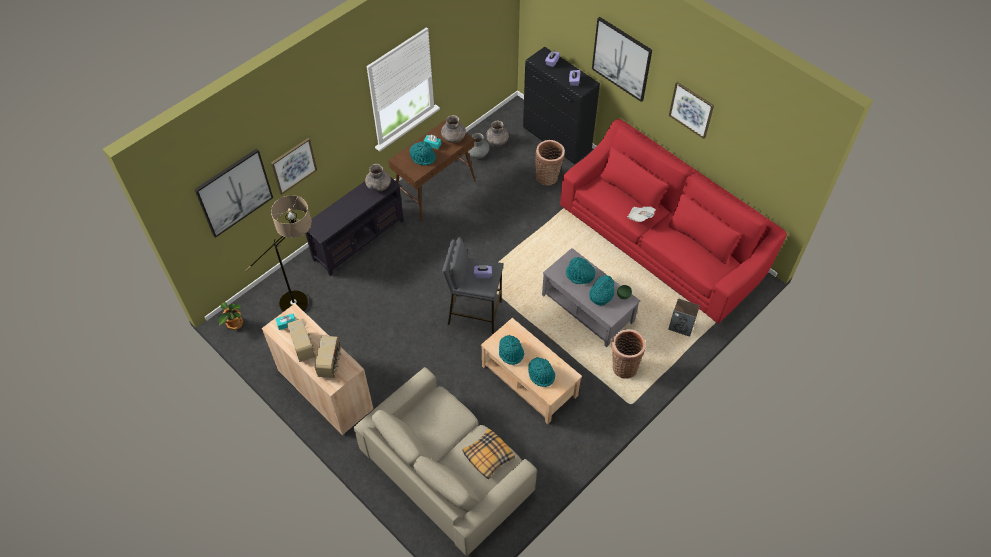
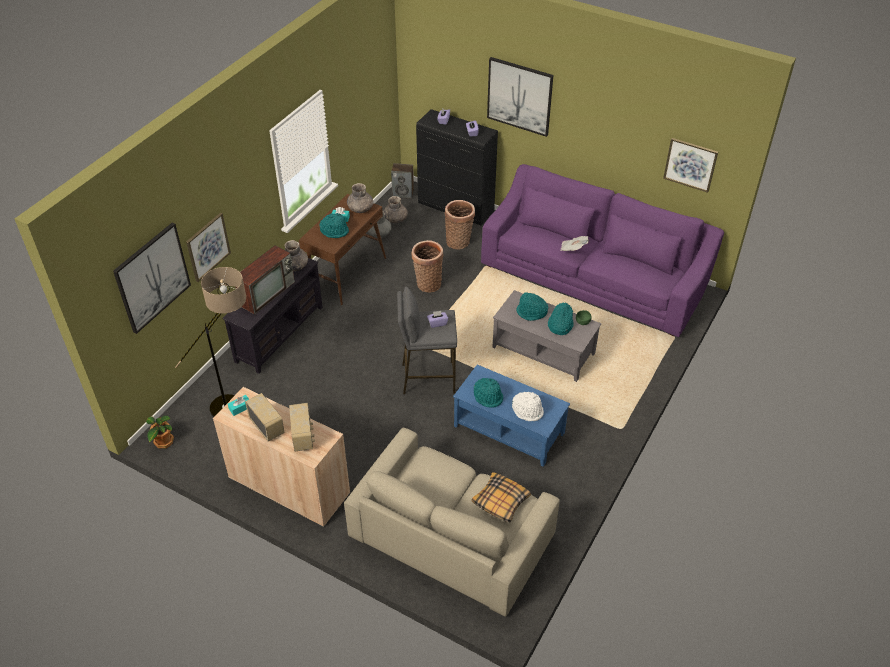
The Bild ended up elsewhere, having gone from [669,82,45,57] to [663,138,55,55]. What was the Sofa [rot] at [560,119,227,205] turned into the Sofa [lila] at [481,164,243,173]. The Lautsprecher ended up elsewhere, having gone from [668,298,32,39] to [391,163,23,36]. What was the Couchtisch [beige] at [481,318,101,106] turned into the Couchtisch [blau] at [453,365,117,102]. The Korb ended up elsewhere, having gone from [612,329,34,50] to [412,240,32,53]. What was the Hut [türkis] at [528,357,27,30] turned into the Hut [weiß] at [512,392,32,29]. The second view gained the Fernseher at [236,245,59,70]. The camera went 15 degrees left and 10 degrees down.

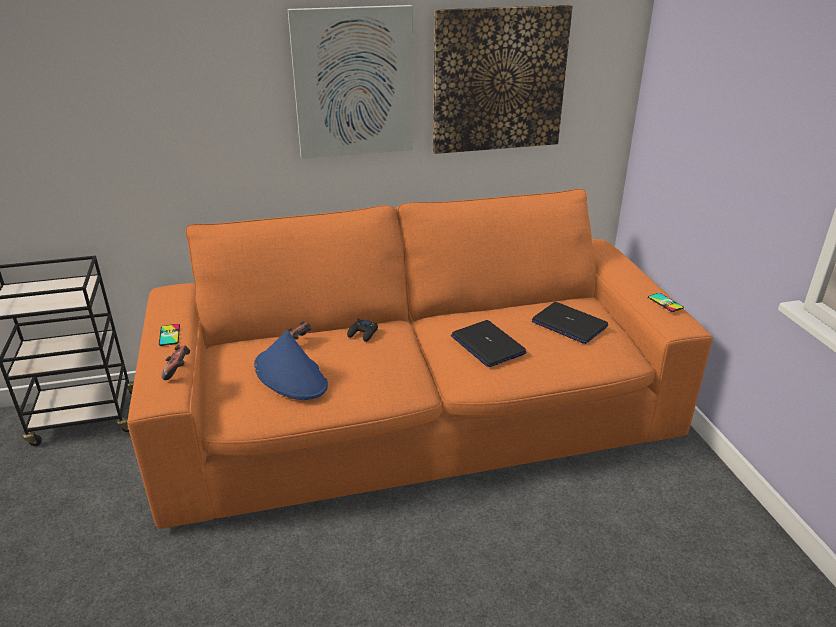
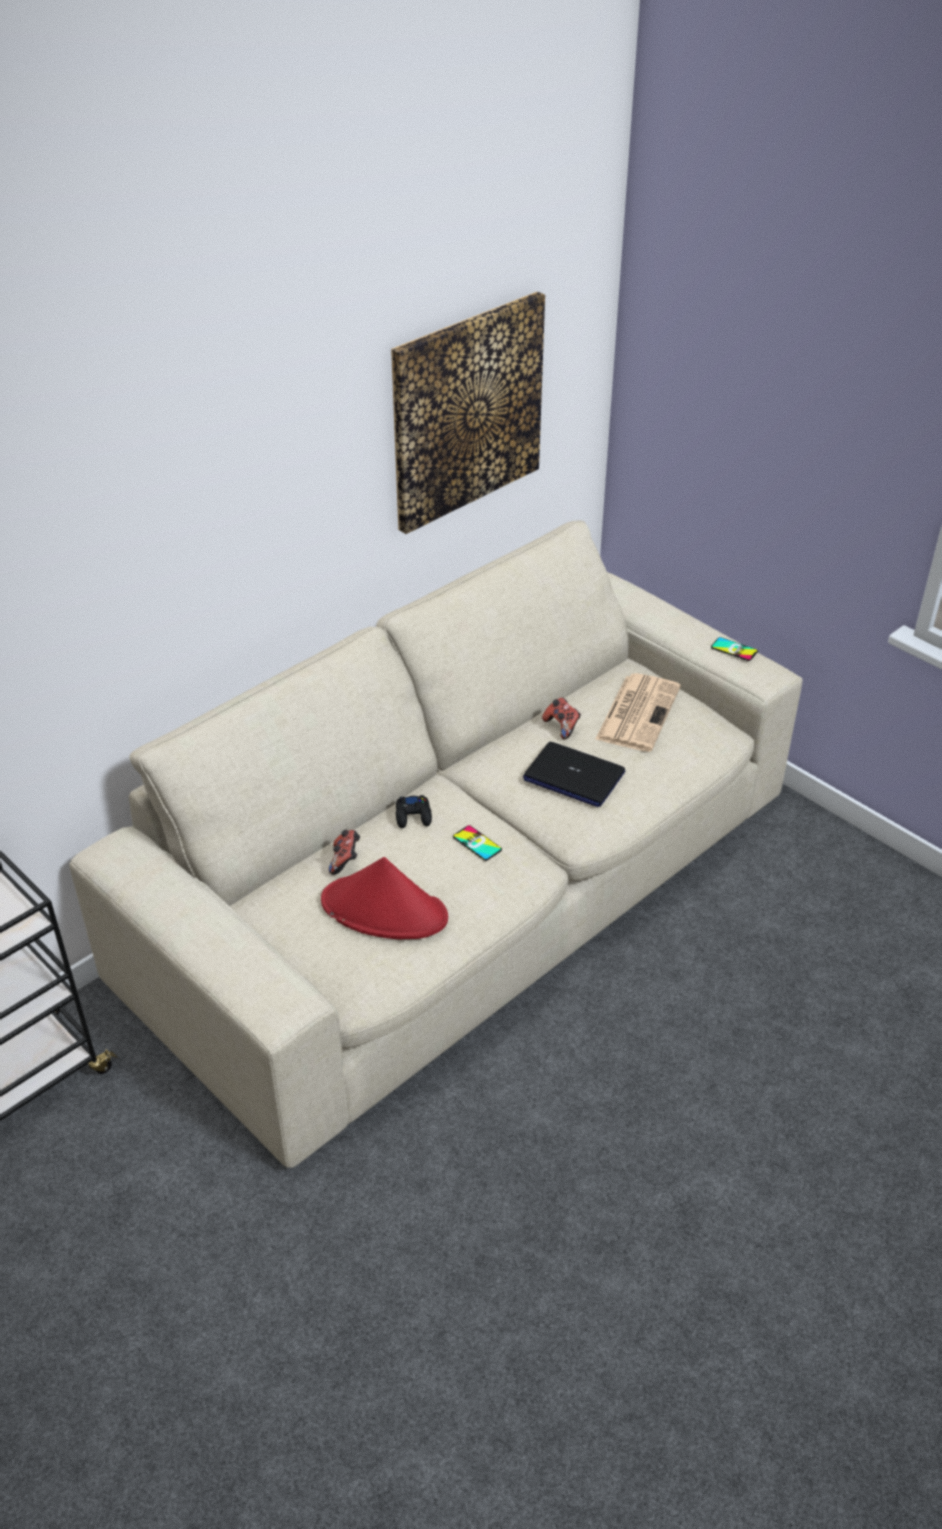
The second view lost the Bild at [288,5,125,154]. What was the Sofa [orange] at [127,189,586,340] turned into the Sofa [beige] at [69,520,734,648]. Where the Laptop stood at [532,302,76,42], the Zeitung came to stand at [595,673,86,79]. The Handy ended up elsewhere, having gone from [159,324,21,22] to [453,825,49,36]. What was the Hut [blau] at [254,330,74,70] turned into the Hut [rot] at [321,857,127,82]. The Gamepad ended up elsewhere, having gone from [162,345,28,35] to [542,698,39,42]. The camera went 30 degrees left and 10 degrees up.

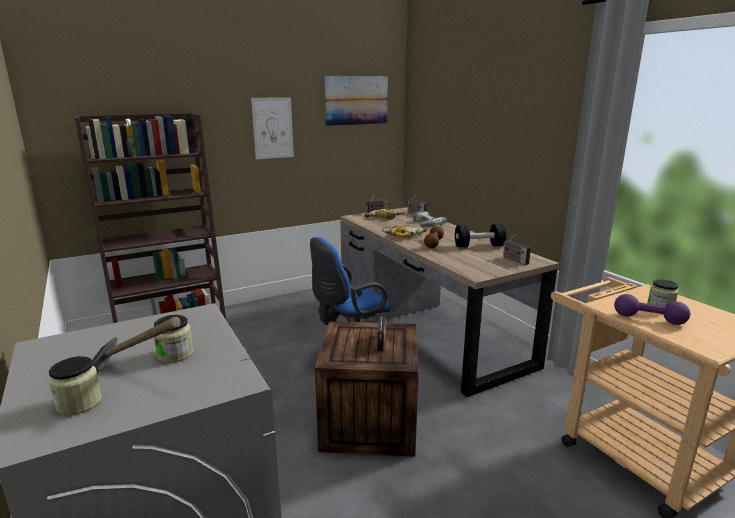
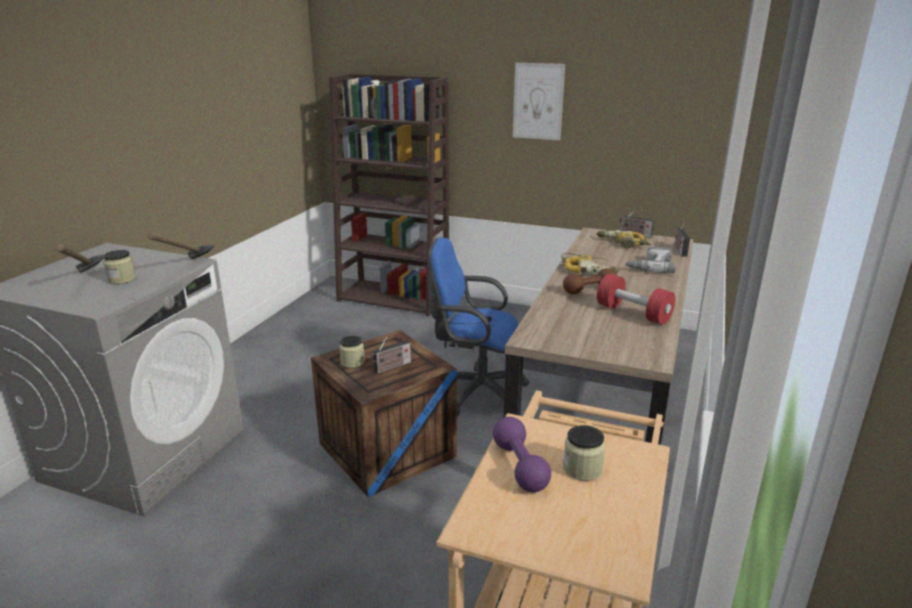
The second view lost the Bild at [324,76,64,50]. What was the Hantel [schwarz] at [455,224,51,23] turned into the Hantel [rot] at [597,274,78,51]. The second view lost the Radio at [503,234,28,31]. The Vorratsglas ended up elsewhere, having gone from [49,356,53,59] to [339,335,26,33]. The second view gained the Hammer at [147,232,67,27]. The camera went 50 degrees right and 5 degrees up.

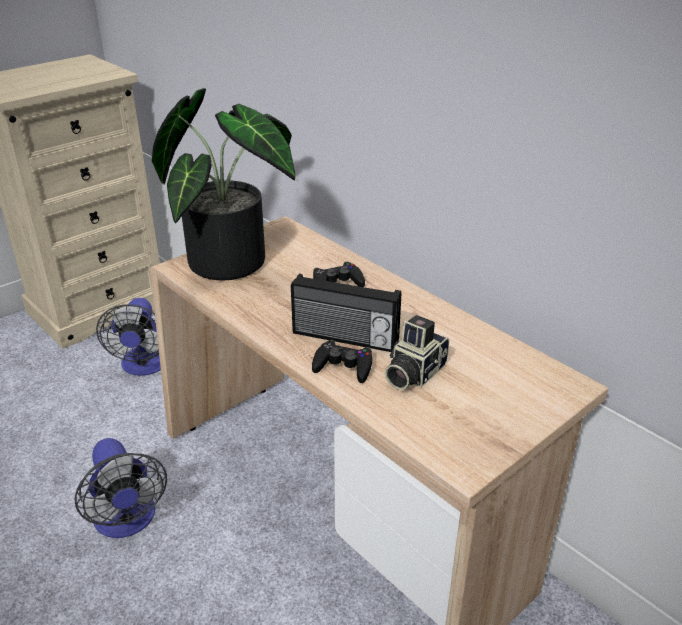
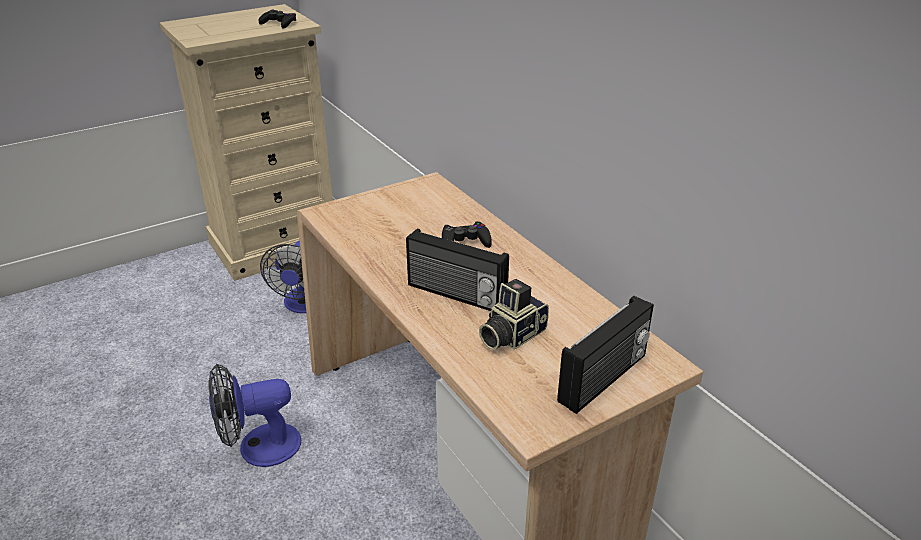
The second view lost the Topfpflanze at [152,88,144,192]. The Gamepad [schwarz] ended up elsewhere, having gone from [312,340,60,43] to [259,10,37,19]. The Ventilator at [74,438,93,100] ended up facing another way, 90 degrees clockwise from before. The second view gained the Radio at [557,296,97,118]. The camera went 10 degrees right and 0 degrees up.

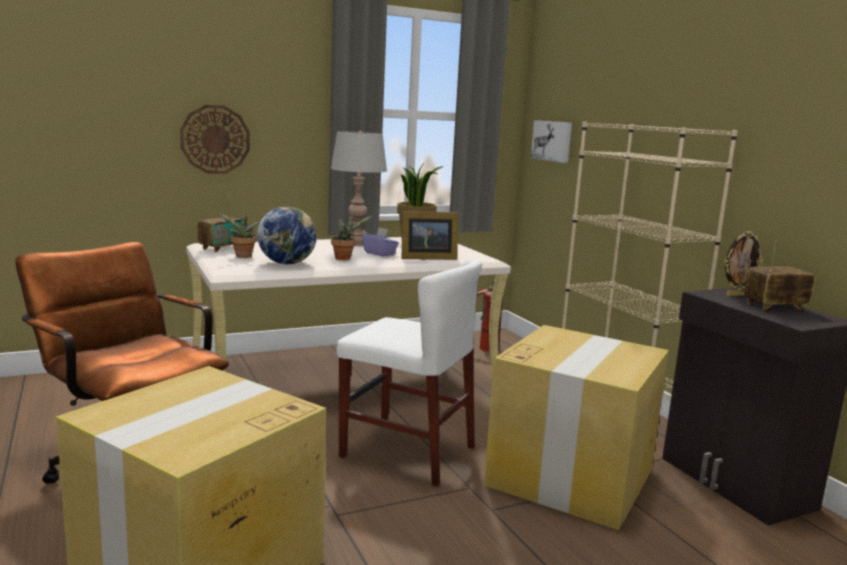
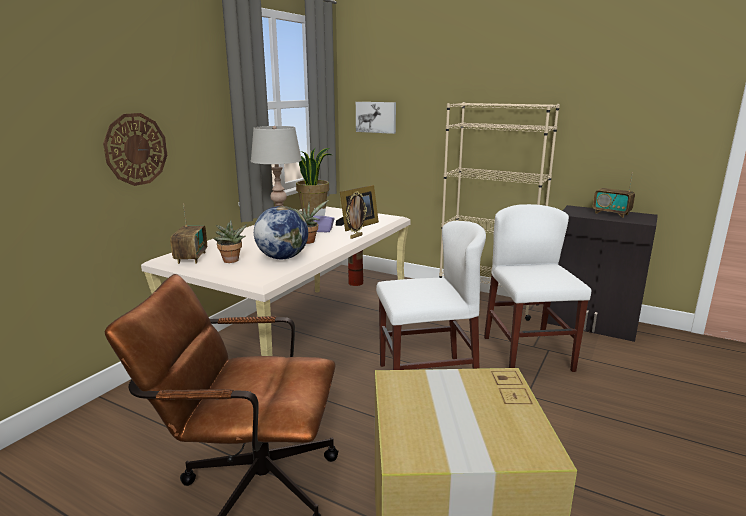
The Bilderrahmen ended up elsewhere, having gone from [725,231,38,65] to [346,191,21,48]. The Radio at [744,240,70,70] ended up facing another way, 90 degrees counterclockwise from before. Where the Karton stood at [484,325,185,205], the Stuhl [weiß] came to stand at [484,204,107,168]. The camera went 35 degrees left and 5 degrees up.

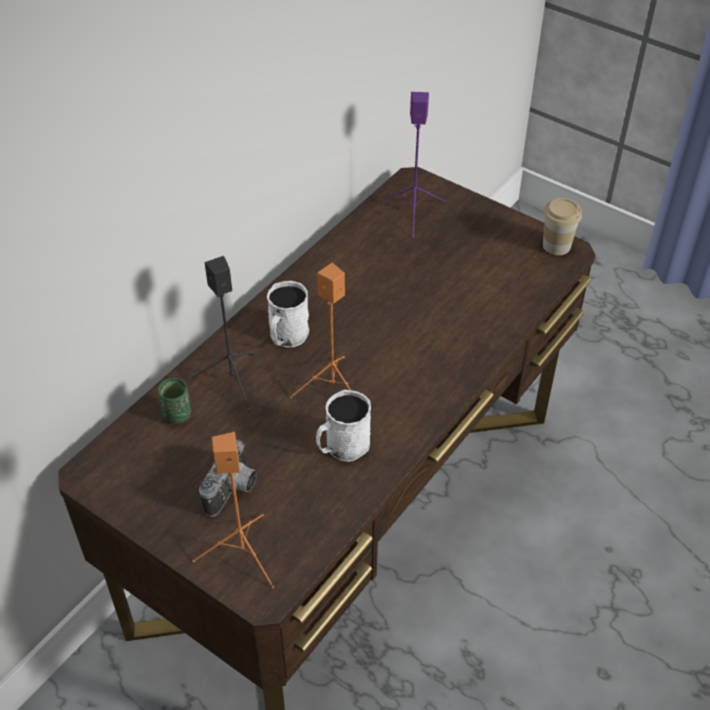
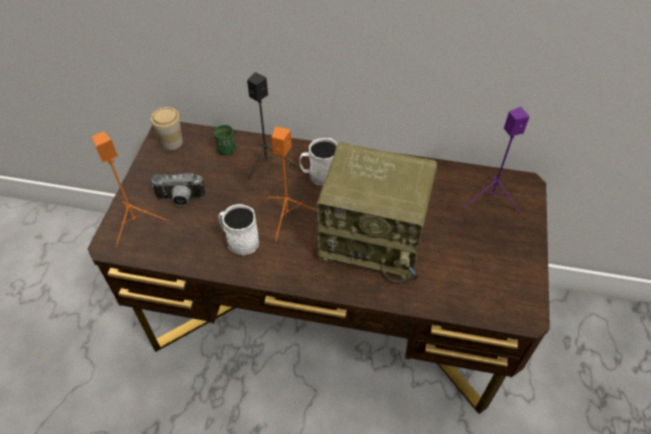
The Tasse ended up elsewhere, having gone from [543,198,39,57] to [151,107,32,43]. The second view gained the Radio at [316,142,121,141]. The camera went 65 degrees right and 5 degrees up.

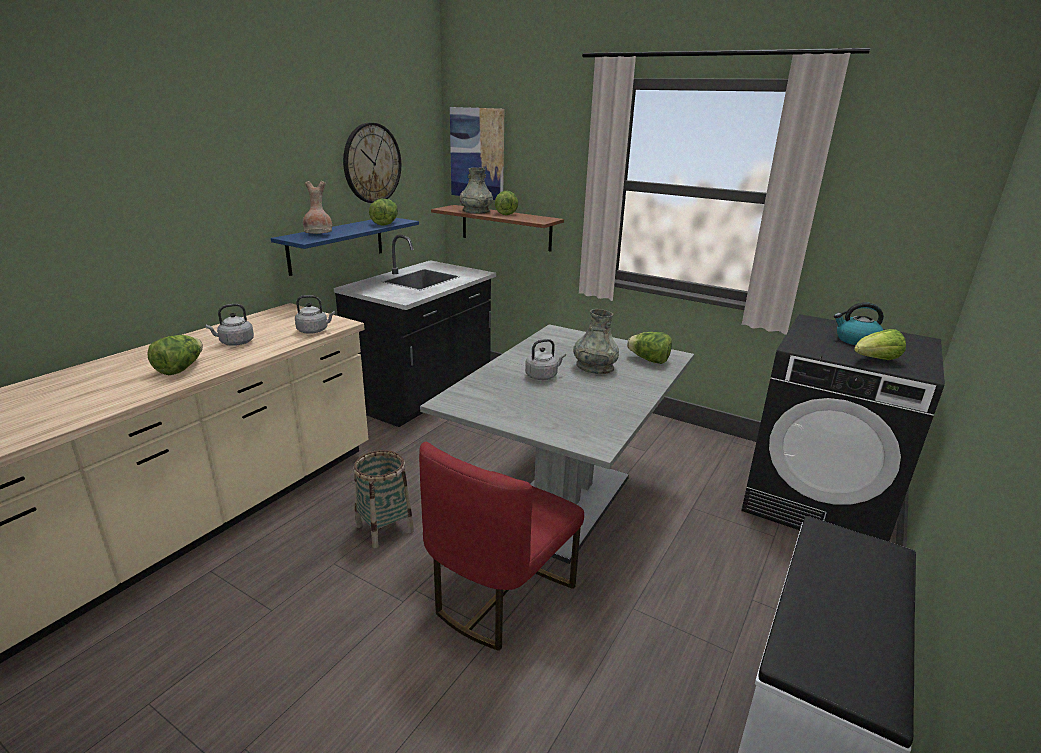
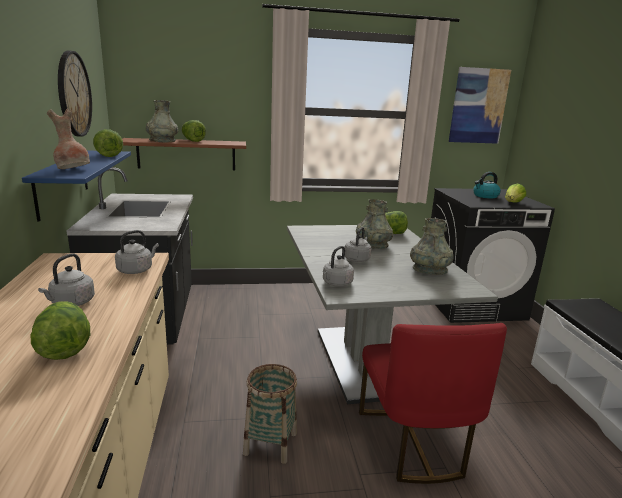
The Bild ended up elsewhere, having gone from [450,107,54,93] to [449,67,62,77]. The second view gained the Vase [grau] at [410,218,43,57]. The second view gained the Wasserkessel [grau] at [323,246,31,41]. The camera went 40 degrees left and 5 degrees down.

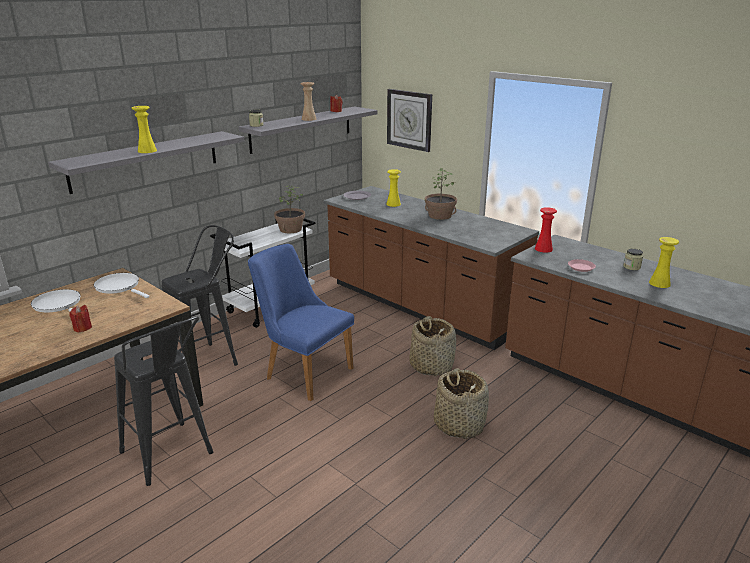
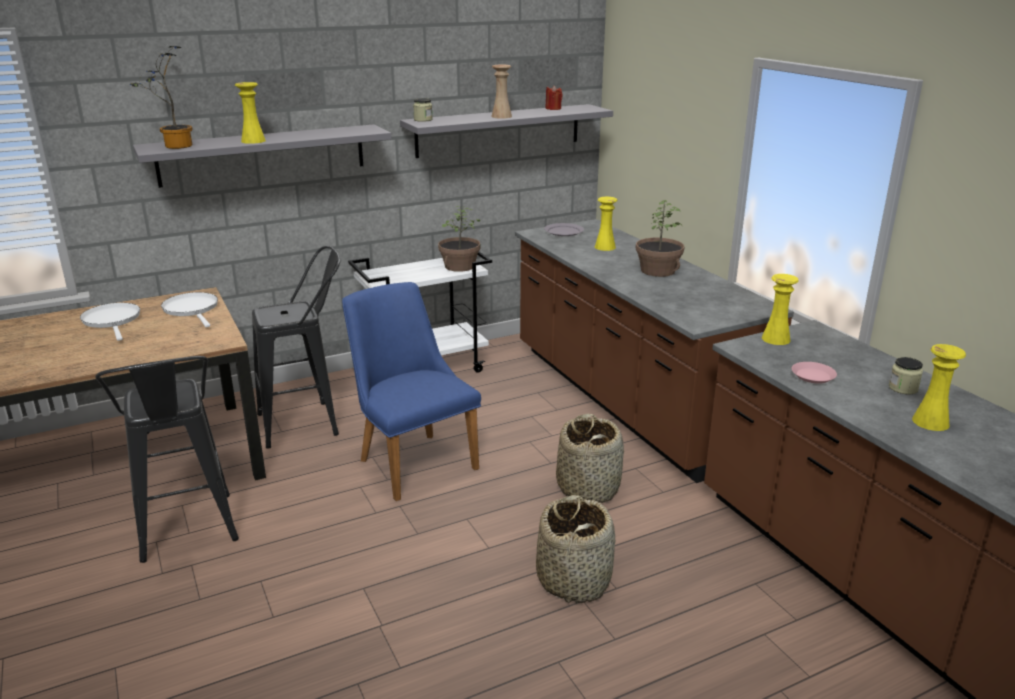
The second view lost the Wanduhr at [387,89,45,63]. What was the Vase [rot] at [535,207,22,46] turned into the Vase [gelb] at [762,274,37,71]. The second view lost the Kerze [rot] at [70,305,22,28]. The second view gained the Topfpflanze at [130,46,63,103]. The camera went 20 degrees right and 0 degrees up.

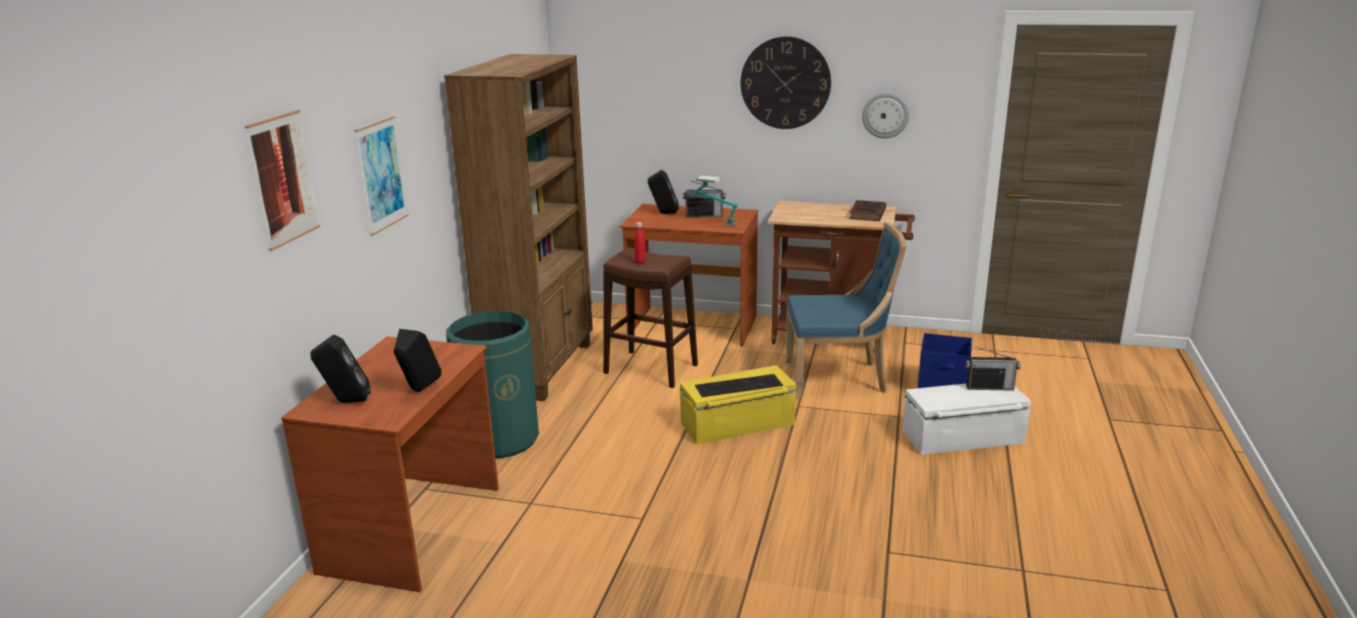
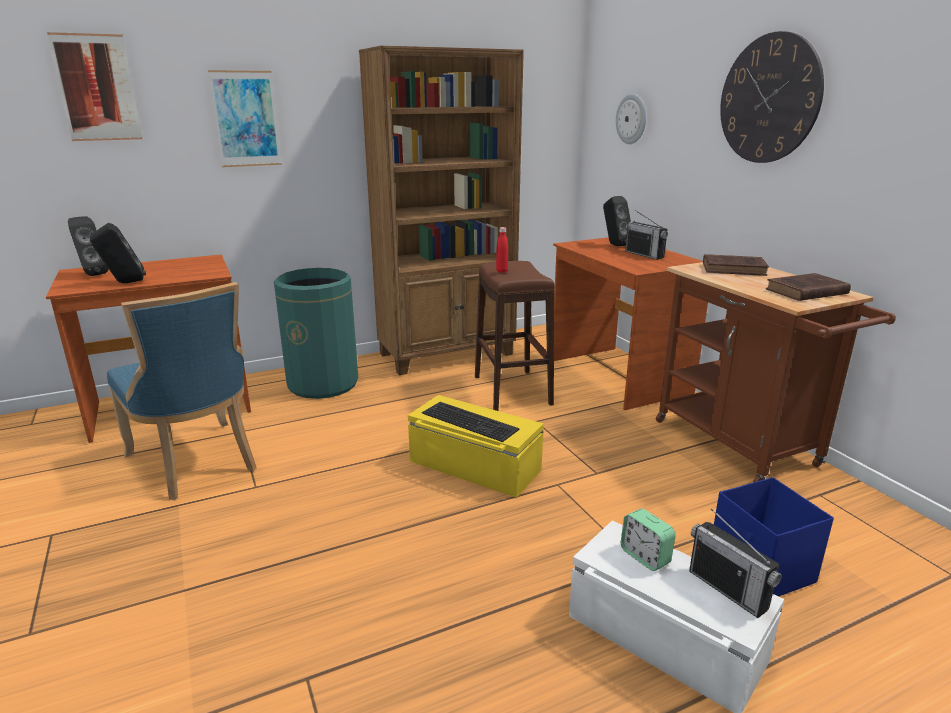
The Wanduhr ended up elsewhere, having gone from [862,92,47,47] to [616,94,30,50]. The second view lost the Tischlampe at [693,175,45,52]. The Stuhl [blau] ended up elsewhere, having gone from [785,222,121,177] to [107,282,150,218]. The second view gained the Buch [braun] at [703,254,66,22]. The second view gained the Wecker at [621,509,55,62]. The camera went 50 degrees right and 0 degrees up.

